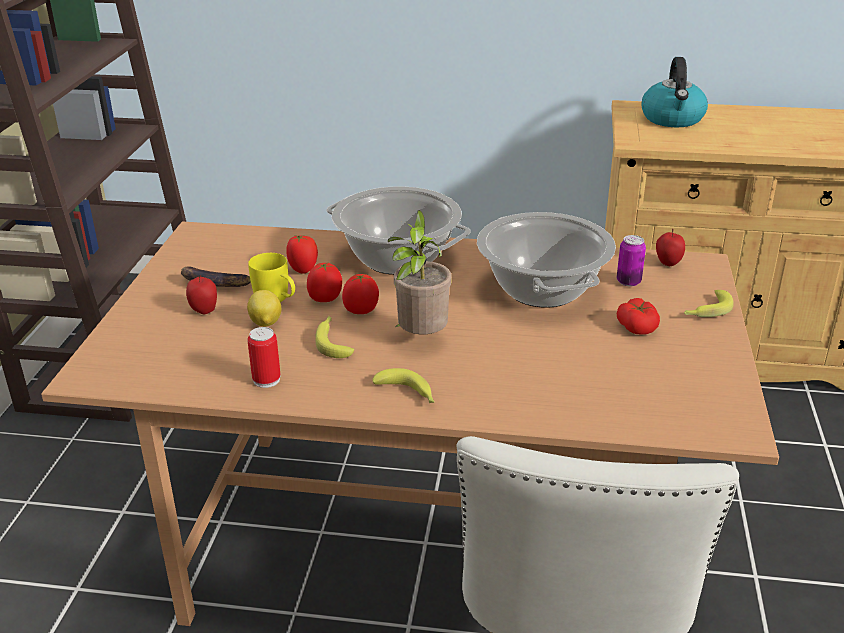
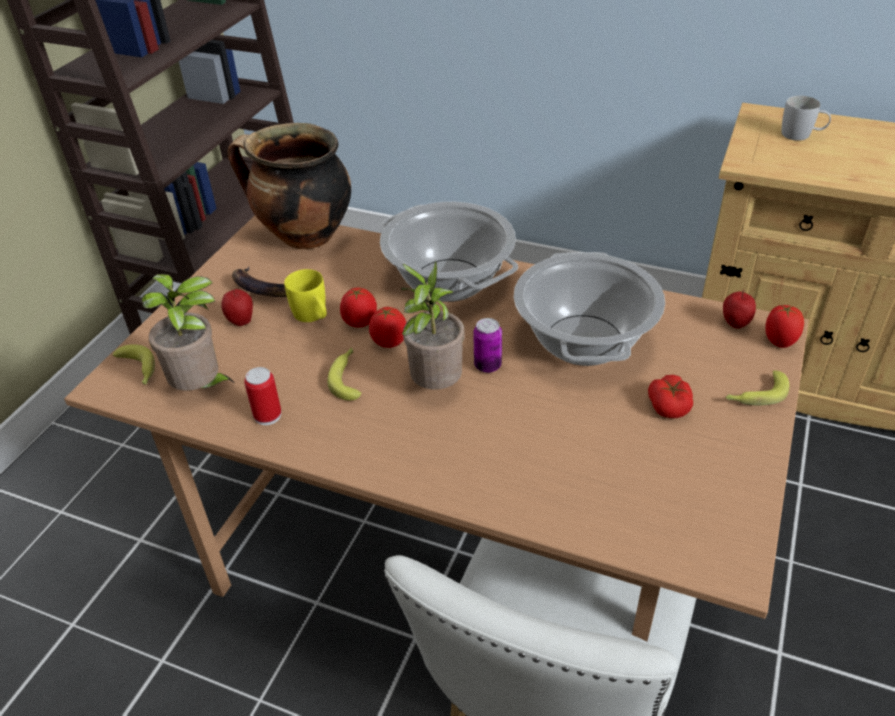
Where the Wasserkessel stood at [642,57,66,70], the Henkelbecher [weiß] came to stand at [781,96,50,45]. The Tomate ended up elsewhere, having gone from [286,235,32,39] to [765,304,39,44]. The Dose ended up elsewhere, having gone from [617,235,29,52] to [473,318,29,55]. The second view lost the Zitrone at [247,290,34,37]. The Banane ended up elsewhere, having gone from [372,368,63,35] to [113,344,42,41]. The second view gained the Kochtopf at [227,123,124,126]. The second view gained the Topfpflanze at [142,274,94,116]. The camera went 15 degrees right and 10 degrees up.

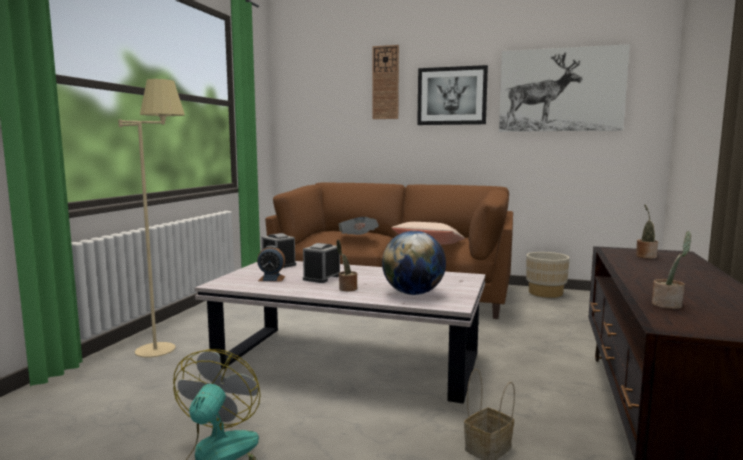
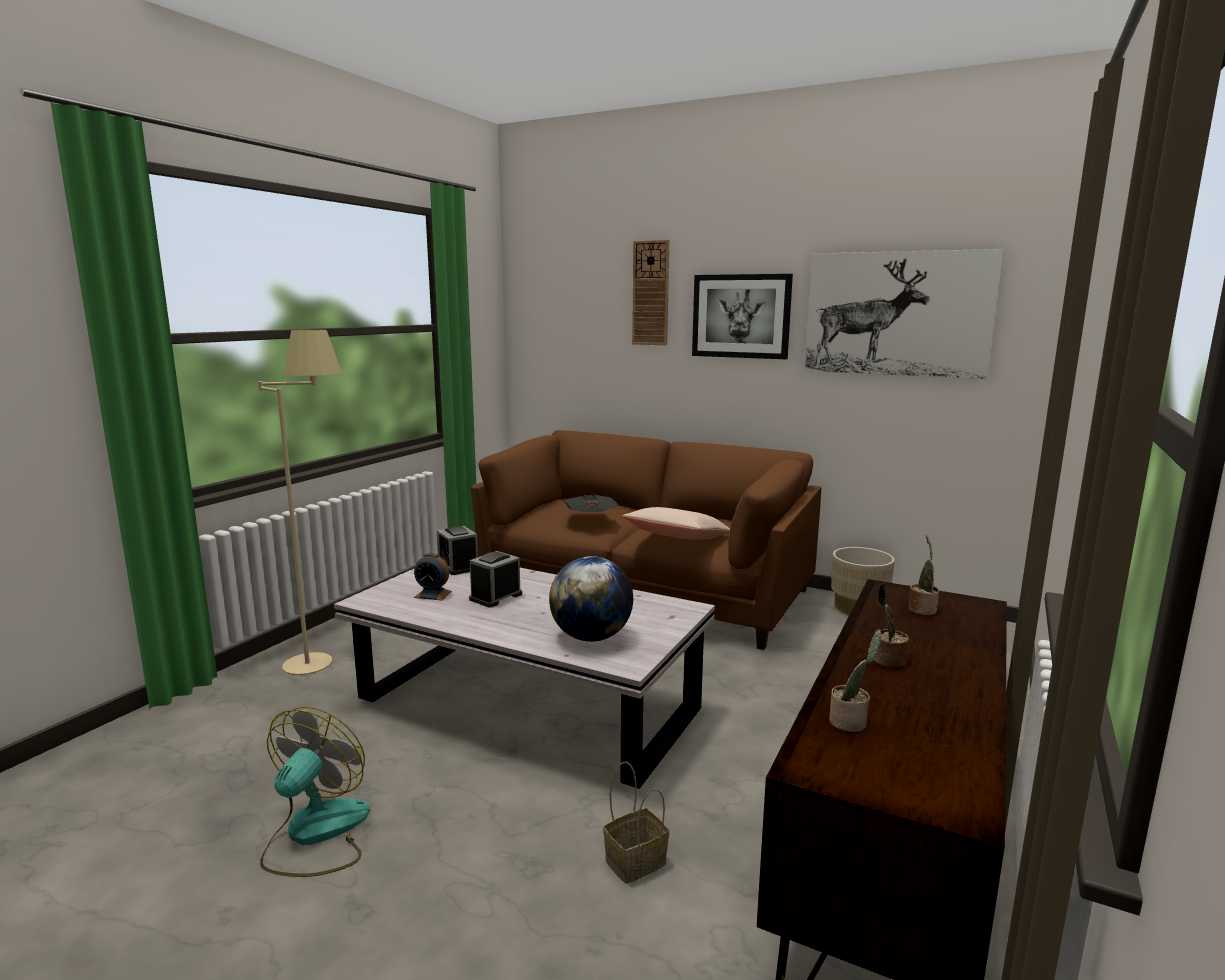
The Topfpflanze ended up elsewhere, having gone from [336,240,21,51] to [874,583,35,85]. The camera went 10 degrees right and 5 degrees up.

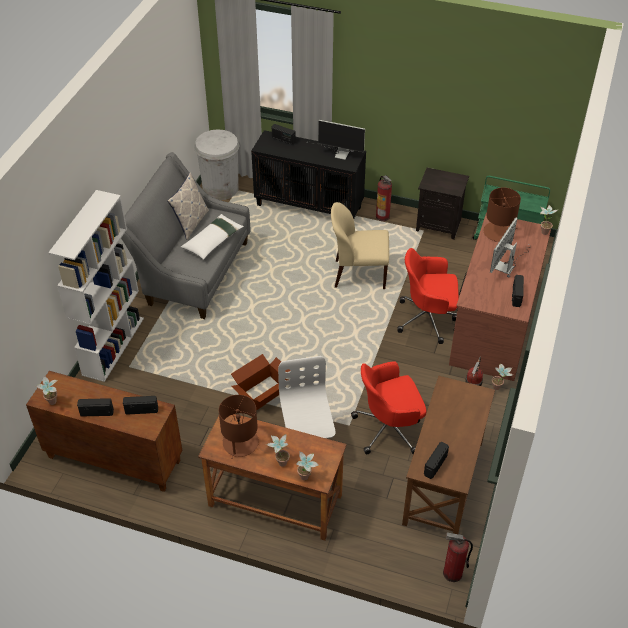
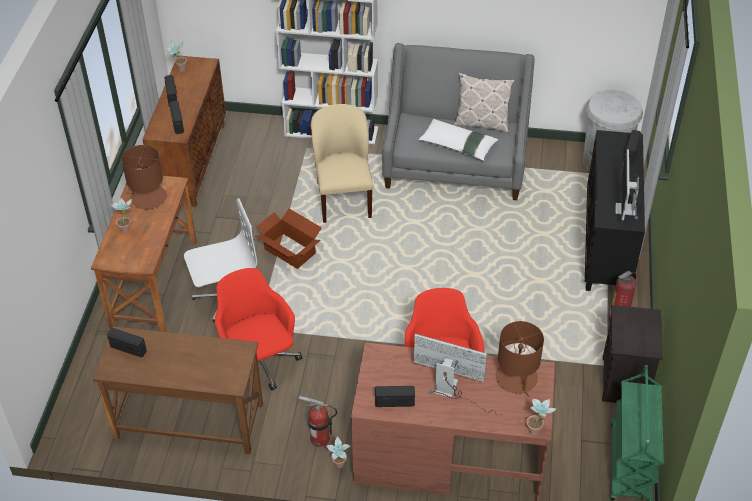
The Stuhl [beige] ended up elsewhere, having gone from [331,202,58,87] to [311,104,62,119]. The second view lost the Topfpflanze at [296,451,22,29]. The second view lost the Feuerlöscher at [443,532,30,50]. The camera went 80 degrees right and 0 degrees up.

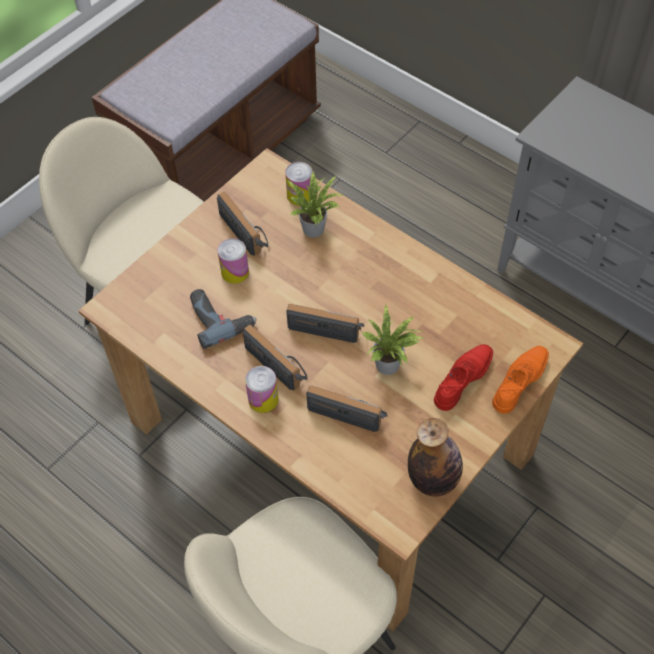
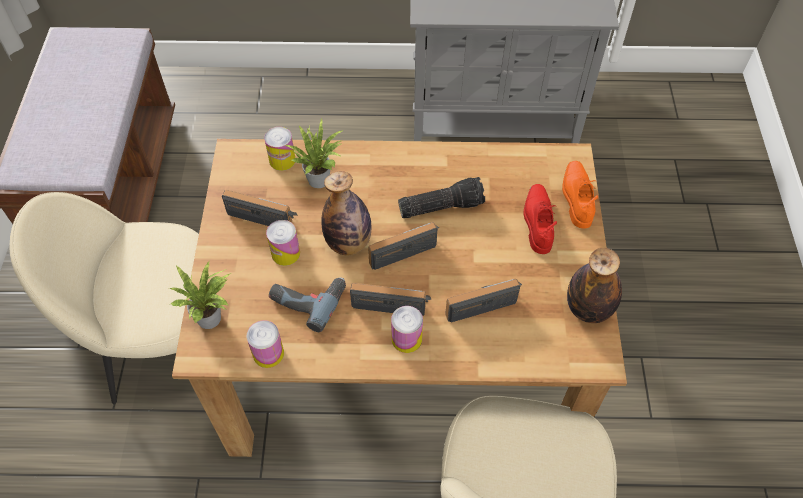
The Topfpflanze ended up elsewhere, having gone from [362,305,63,70] to [168,262,63,67]. The second view gained the Flasche at [321,171,50,85]. The second view gained the Taschenlampe at [398,177,87,41]. The second view gained the Dose at [247,320,37,48]. The camera went 40 degrees left and 0 degrees up.

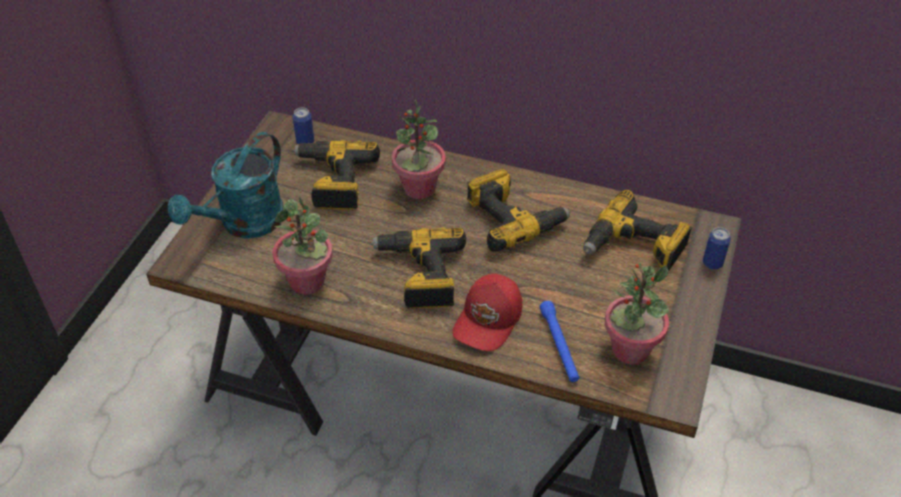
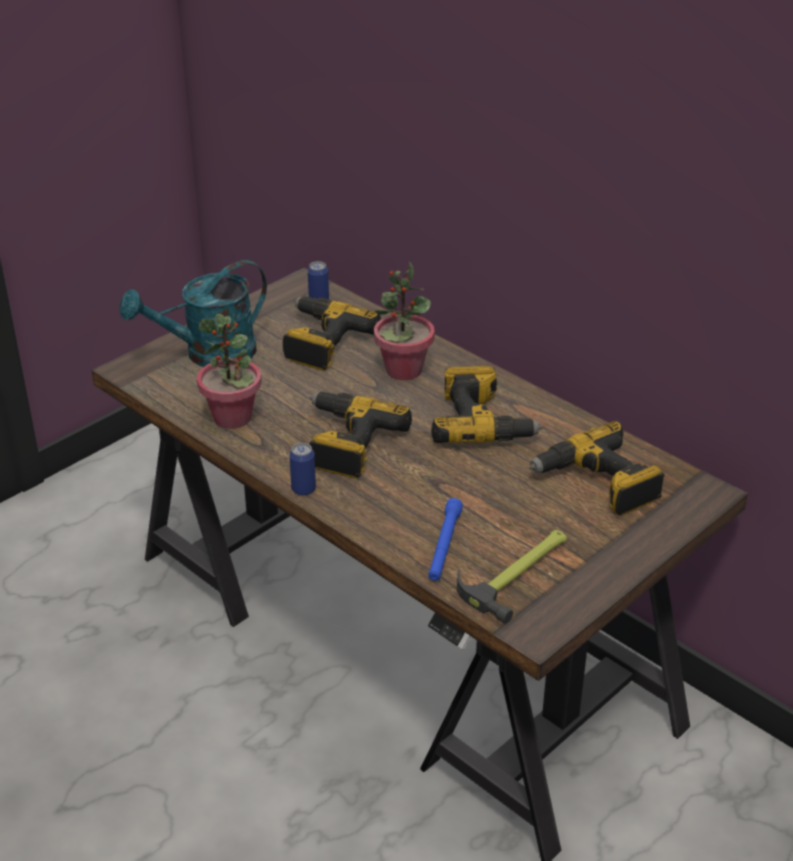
The Dose ended up elsewhere, having gone from [703,227,28,43] to [289,443,27,53]. Where the Topfpflanze stood at [605,263,64,102], the Hammer came to stand at [457,530,110,93]. The second view lost the Kappe [rot] at [452,274,71,77]. The camera went 25 degrees right and 10 degrees down.

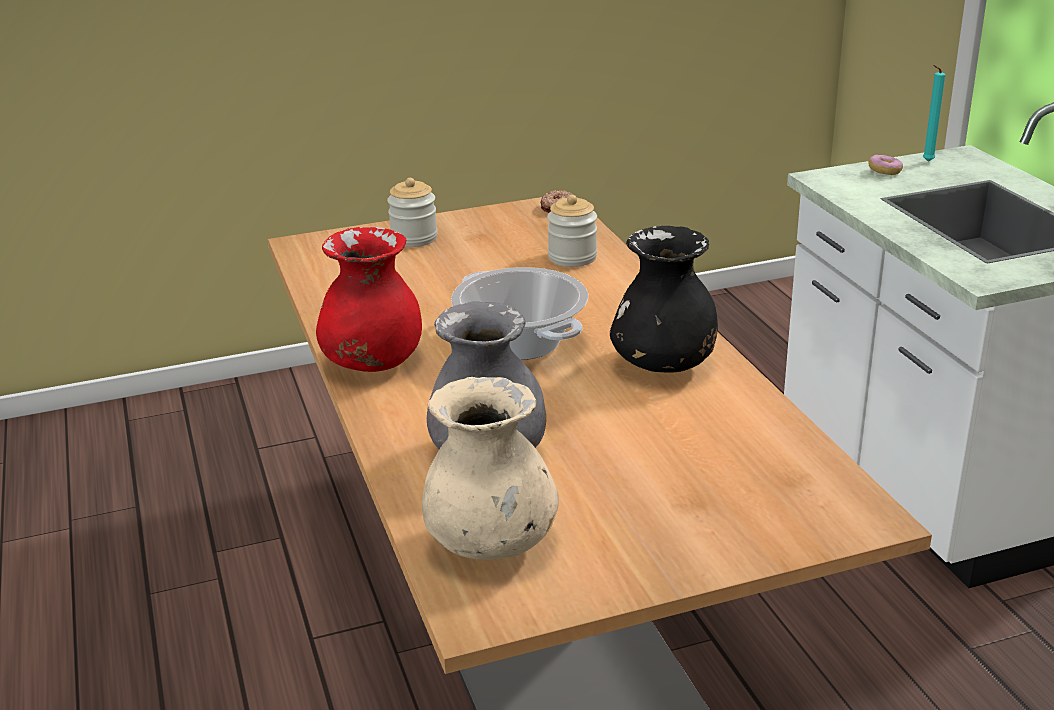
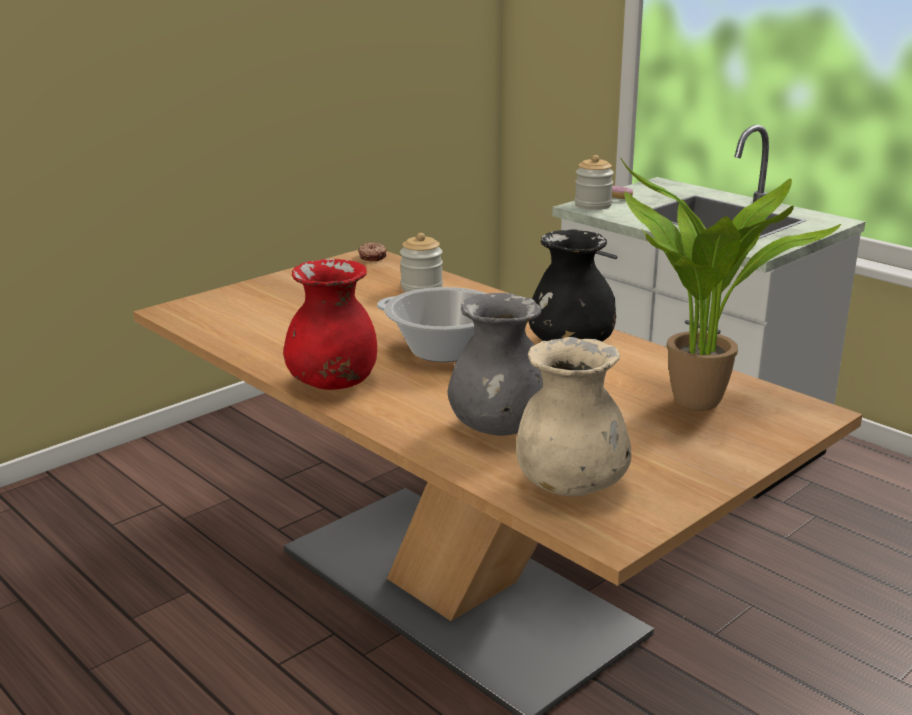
The second view lost the Kerze [türkis] at [923,65,22,97]. The Vorratsglas ended up elsewhere, having gone from [387,178,51,69] to [575,155,39,55]. The second view gained the Topfpflanze at [620,157,221,254]. The camera went 25 degrees left and 5 degrees down.

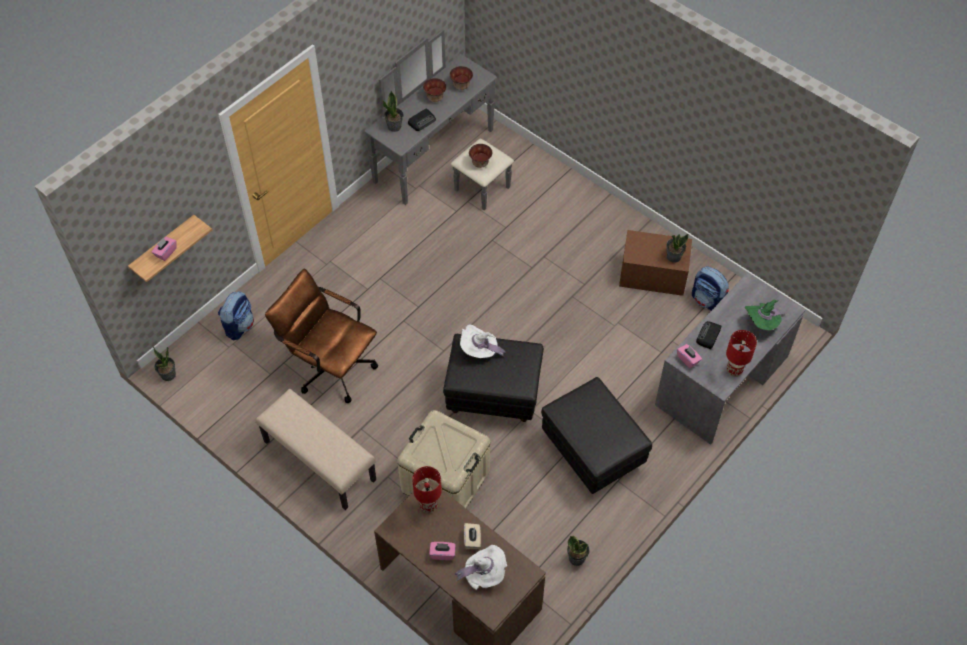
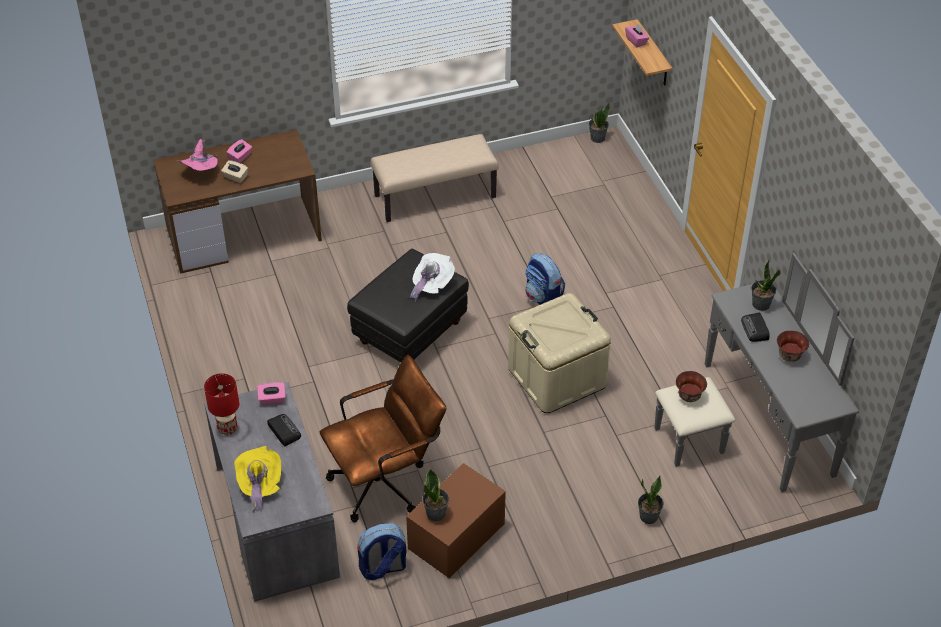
The second view lost the Schüssel at [450,66,23,24]. The Bürostuhl [braun] ended up elsewhere, having gone from [265,269,113,134] to [320,355,126,167]. The Rucksack ended up elsewhere, having gone from [218,291,36,49] to [525,253,40,52]. What was the Hut [grün] at [745,299,40,32] turned into the Hut [gelb] at [234,446,47,67]. The second view lost the Polsterhocker [schwarz] at [541,377,111,117]. The Aufbewahrungsbox [beige] ended up elsewhere, having gone from [397,410,93,98] to [508,293,103,120]. The second view lost the Tischlampe [rot] at [412,466,30,47]. The Topfpflanze ended up elsewhere, having gone from [567,536,22,30] to [638,475,26,49]. What was the Hut [weiß] at [455,545,52,45] turned into the Hut [rosa] at [178,139,40,32]. The camera went 120 degrees right and 10 degrees down.

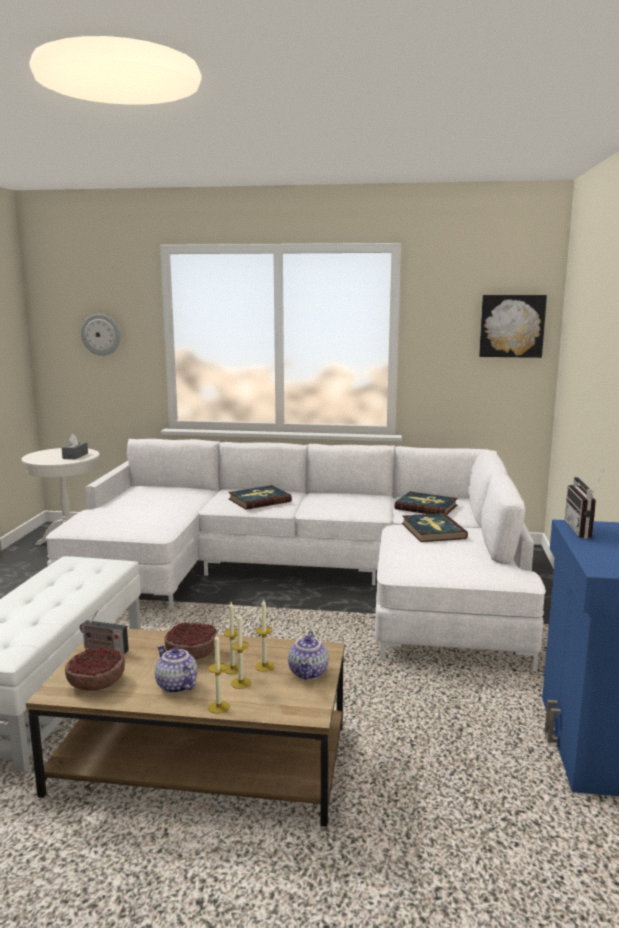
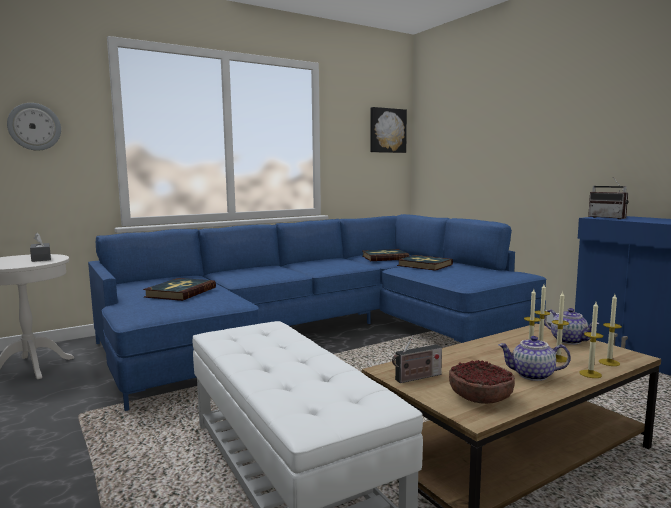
What was the Sofa [weiß] at [46,439,500,232] turned into the Sofa [blau] at [88,214,459,197]. The Buch ended up elsewhere, having gone from [228,485,64,25] to [143,278,73,23]. The second view lost the Schüssel at [165,622,53,38]. The second view gained the Kerze at [599,294,23,72]. The camera went 40 degrees left and 5 degrees down.

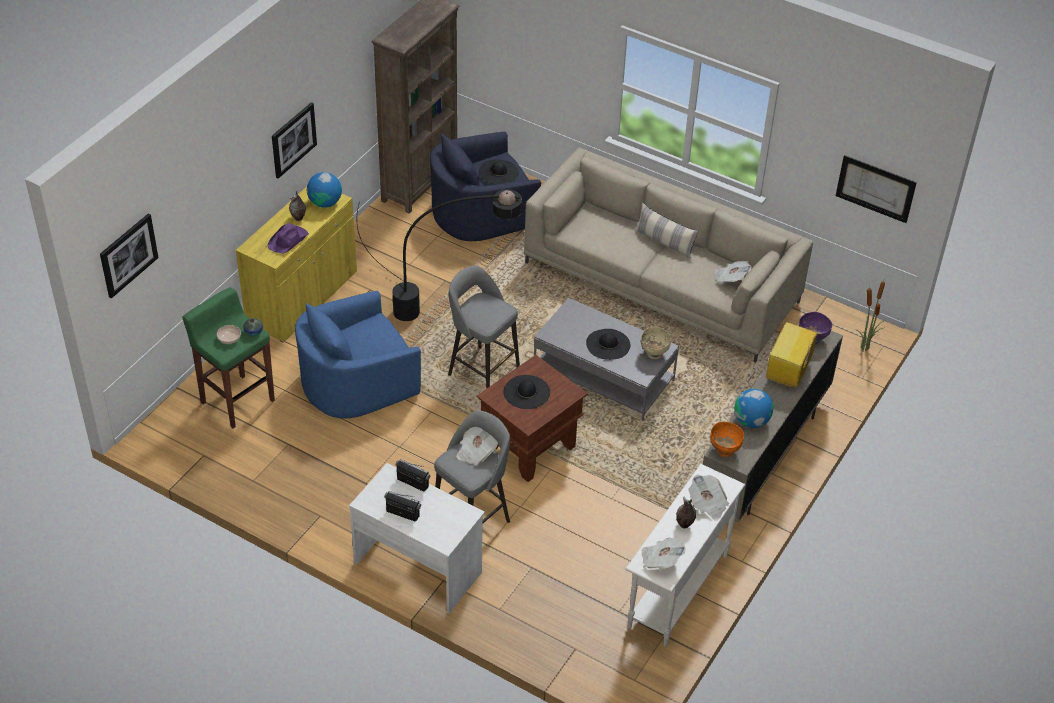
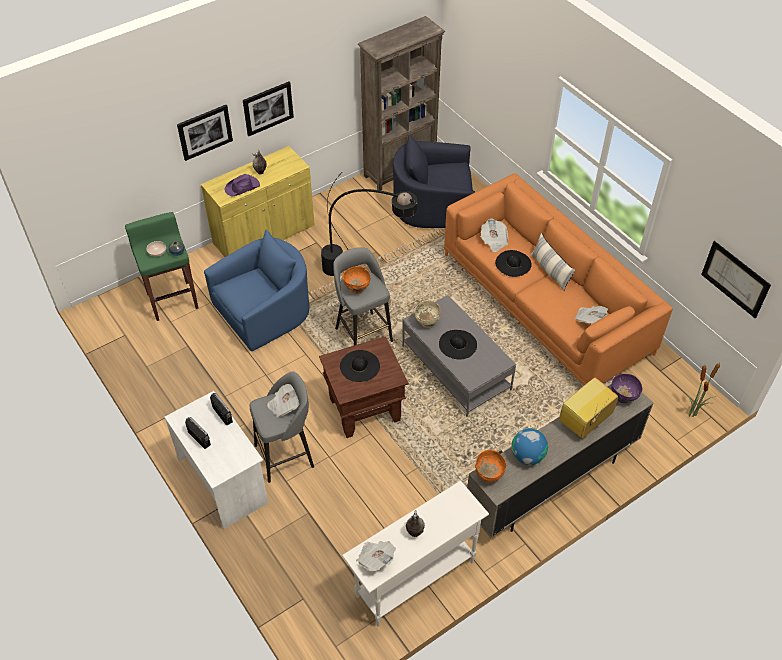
What was the Sofa [beige] at [524,147,289,216] turned into the Sofa [orange] at [444,173,229,212]. The Hut [schwarz] ended up elsewhere, having gone from [479,159,40,26] to [495,250,37,27]. The second view lost the Globus at [307,172,35,36]. The Bild ended up elsewhere, having gone from [100,213,59,85] to [177,105,56,56]. The Sessel [blau] at [295,291,126,127] ended up facing another way, 150 degrees clockwise from before. The Schüssel [beige] ended up elsewhere, having gone from [641,327,30,32] to [415,300,26,28]. The Zeitung ended up elsewhere, having gone from [688,474,41,47] to [481,218,27,34]. The second view gained the Schüssel [orange] at [343,266,28,28]. The camera went 25 degrees right and 5 degrees up.

